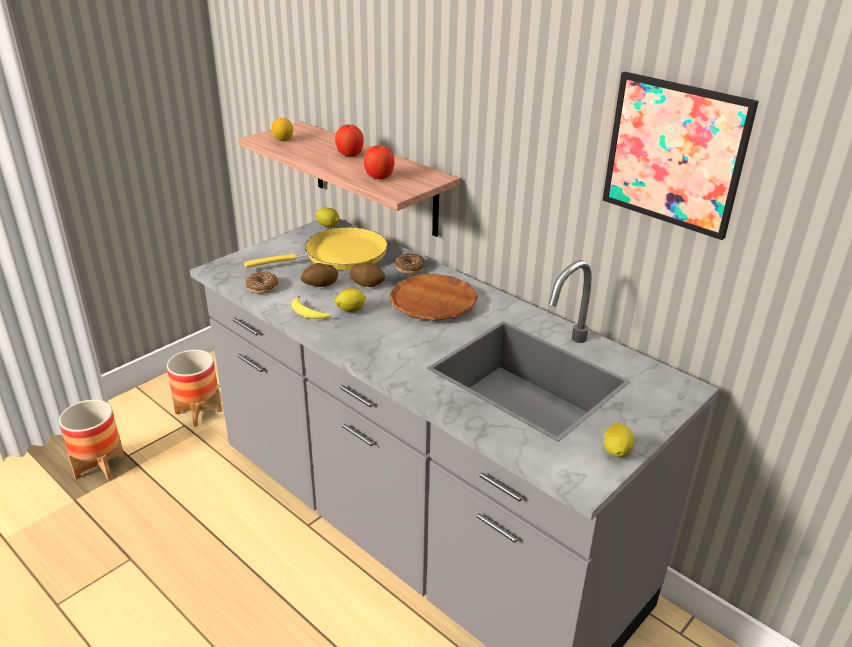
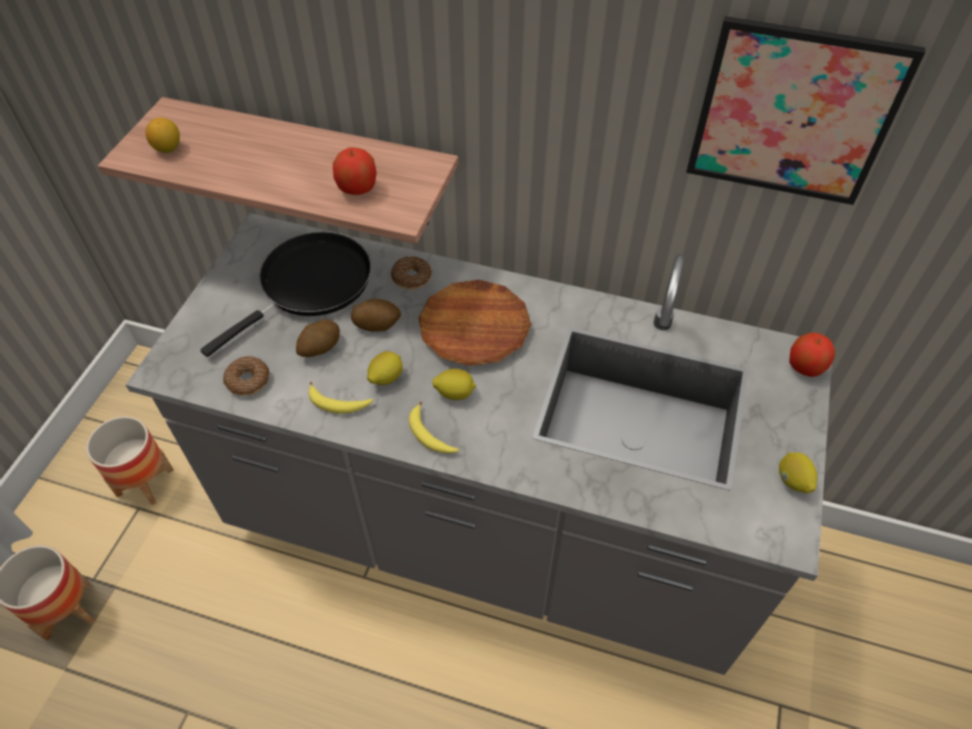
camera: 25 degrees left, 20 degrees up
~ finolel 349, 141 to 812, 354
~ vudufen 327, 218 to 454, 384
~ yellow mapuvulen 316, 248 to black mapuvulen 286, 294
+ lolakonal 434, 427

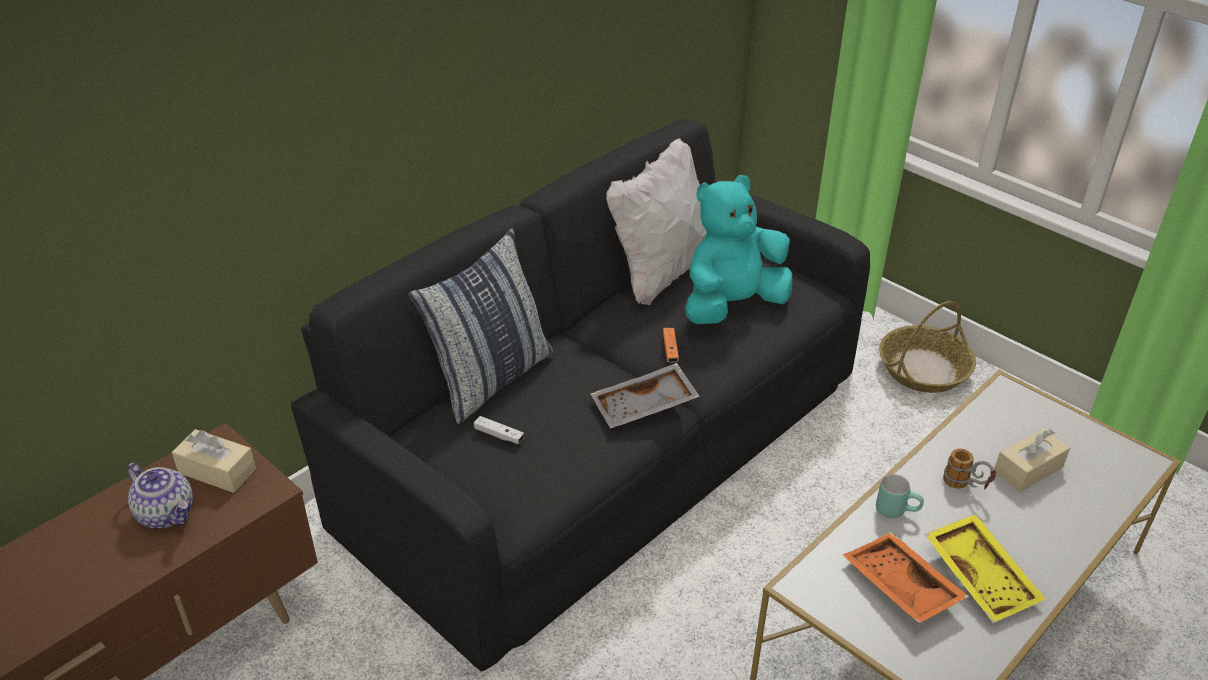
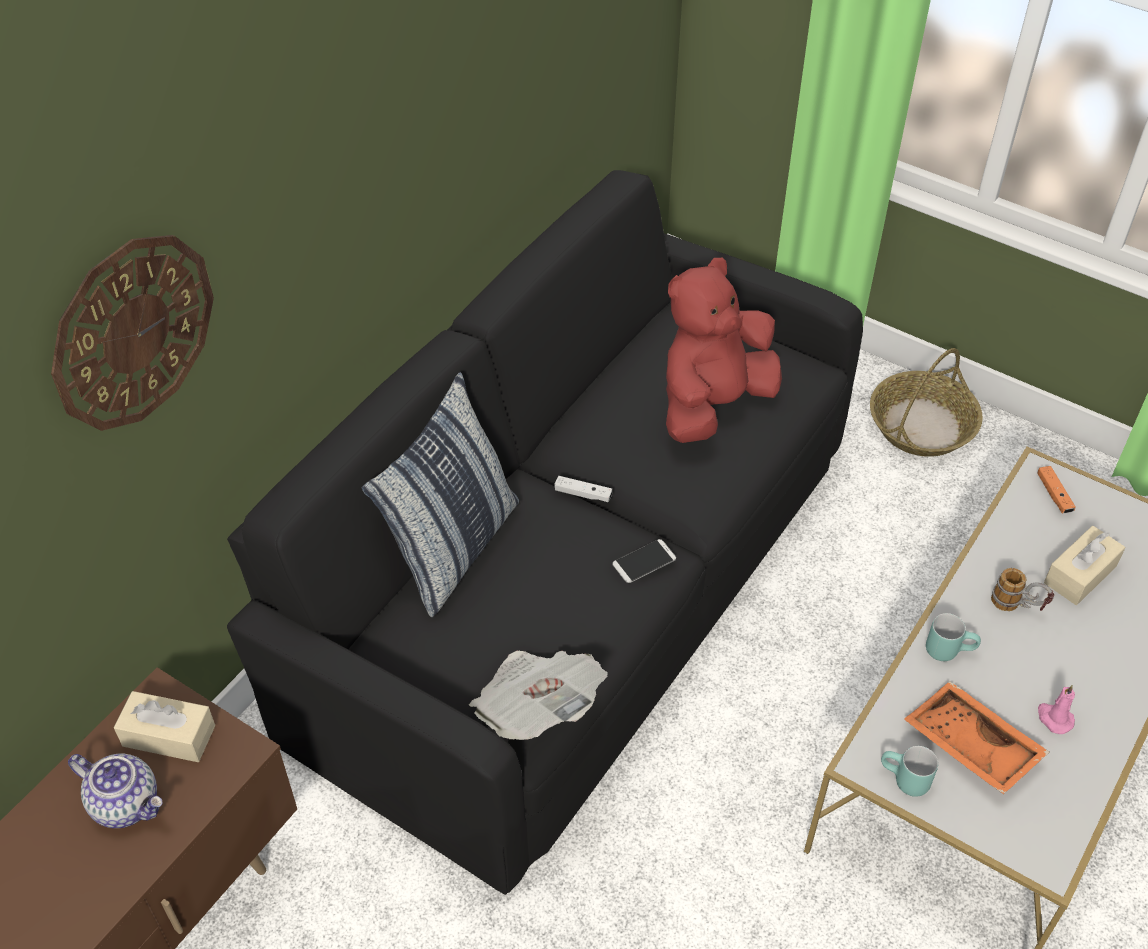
camera: 10 degrees left, 10 degrees up
- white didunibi 656, 221
~ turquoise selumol 738, 249 to red selumol 724, 350
~ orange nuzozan 671, 345 to 1056, 490
~ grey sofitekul 645, 396 to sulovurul 644, 561
~ white nuzozan 499, 430 to 583, 489
~ yellow sofitekul 985, 568 to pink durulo 1056, 709
+ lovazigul 132, 333
+ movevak 538, 695
+ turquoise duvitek 909, 771

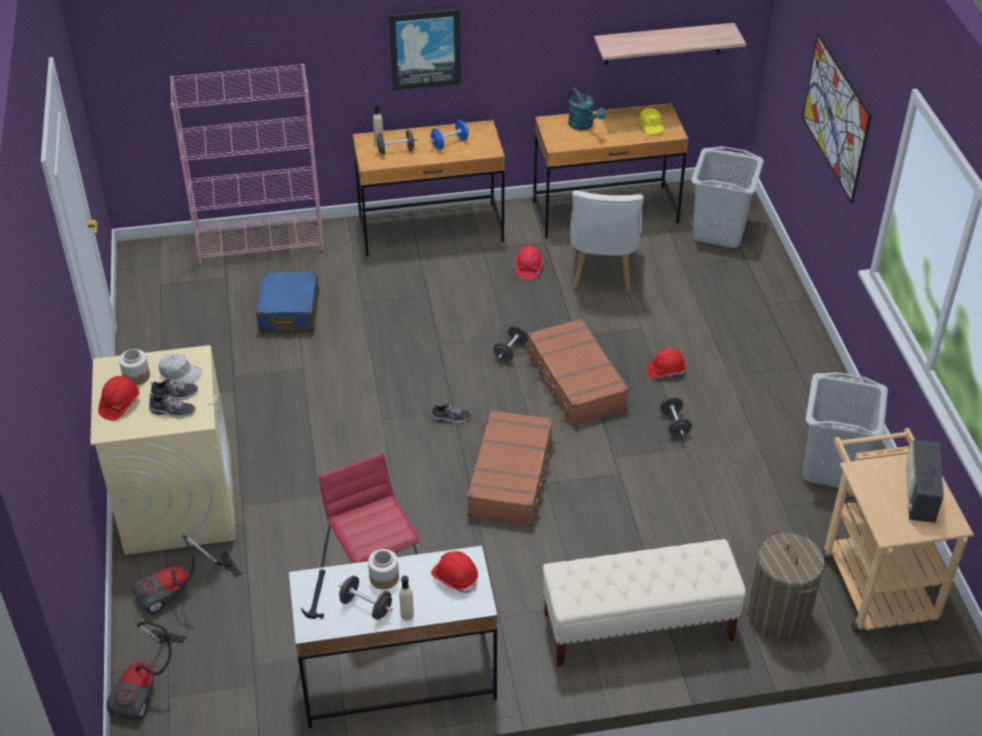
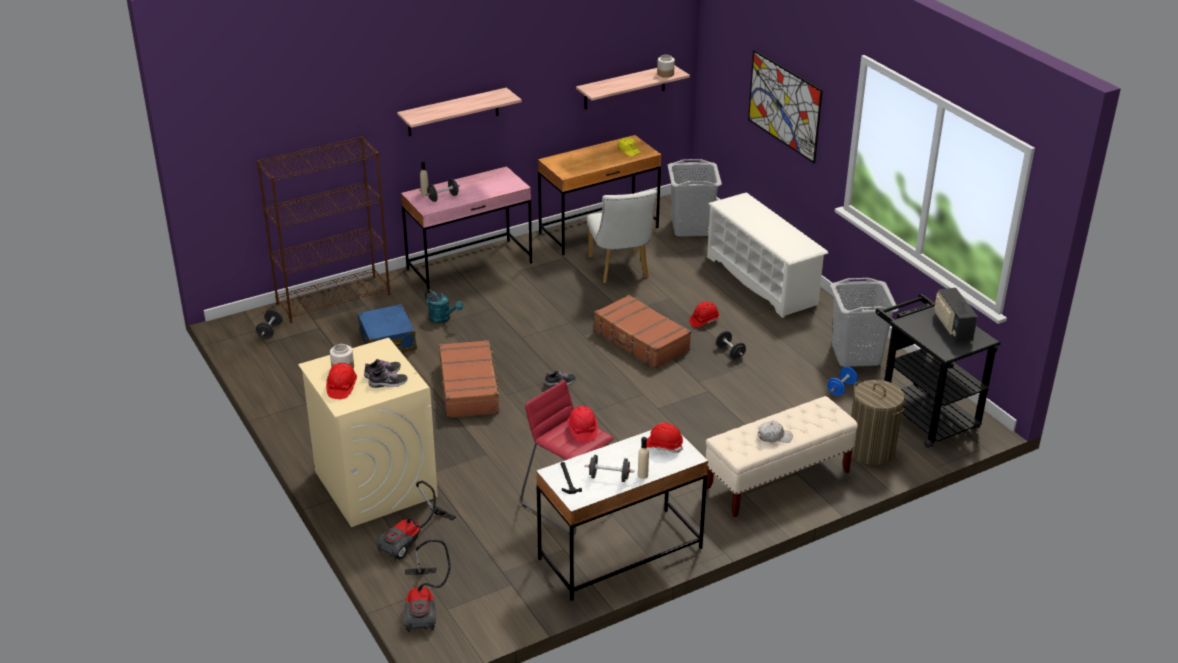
camera: 20 degrees left, 10 degrees down
~ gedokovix 425, 50 to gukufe 459, 112
~ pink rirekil 247, 164 to brown rirekil 323, 229
~ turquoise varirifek 587, 109 to 444, 306
~ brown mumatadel 429, 188 to pink mumatadel 466, 229
~ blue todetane 450, 134 to 842, 381
~ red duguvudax 529, 262 to 583, 424
~ black todetane 510, 343 to 269, 324
~ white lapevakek 180, 368 to 775, 432
~ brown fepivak 511, 468 to 470, 379
~ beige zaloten 897, 530 to black zaloten 938, 371
~ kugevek 383, 569 to 666, 66
+ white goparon 767, 255

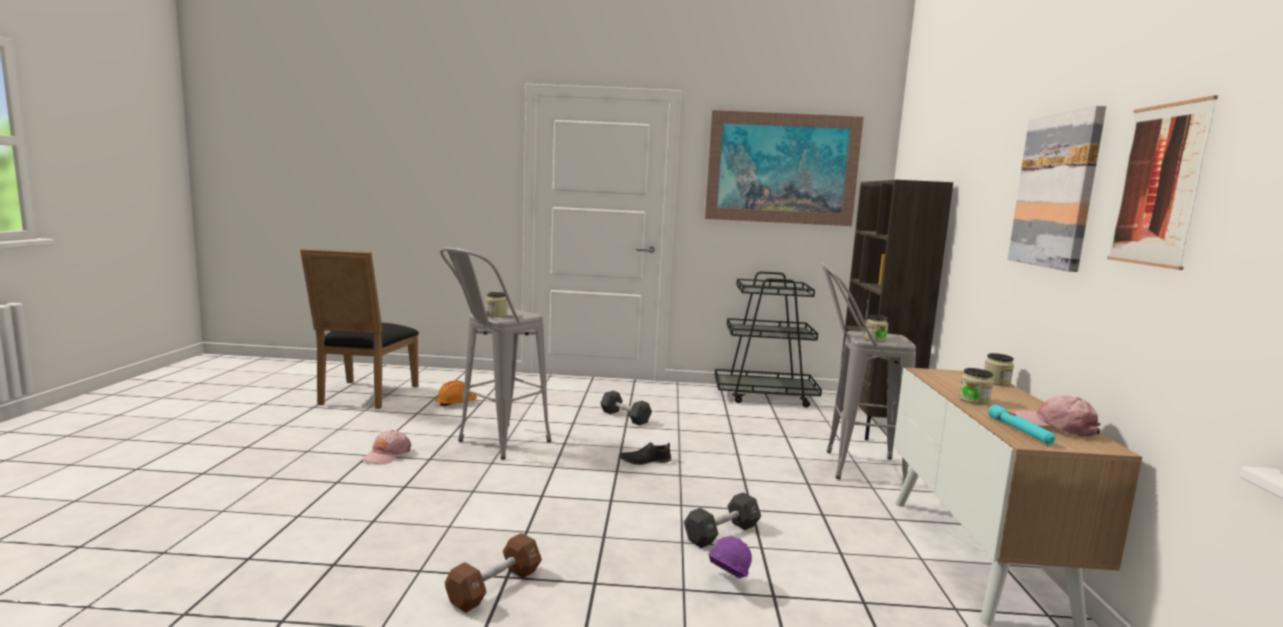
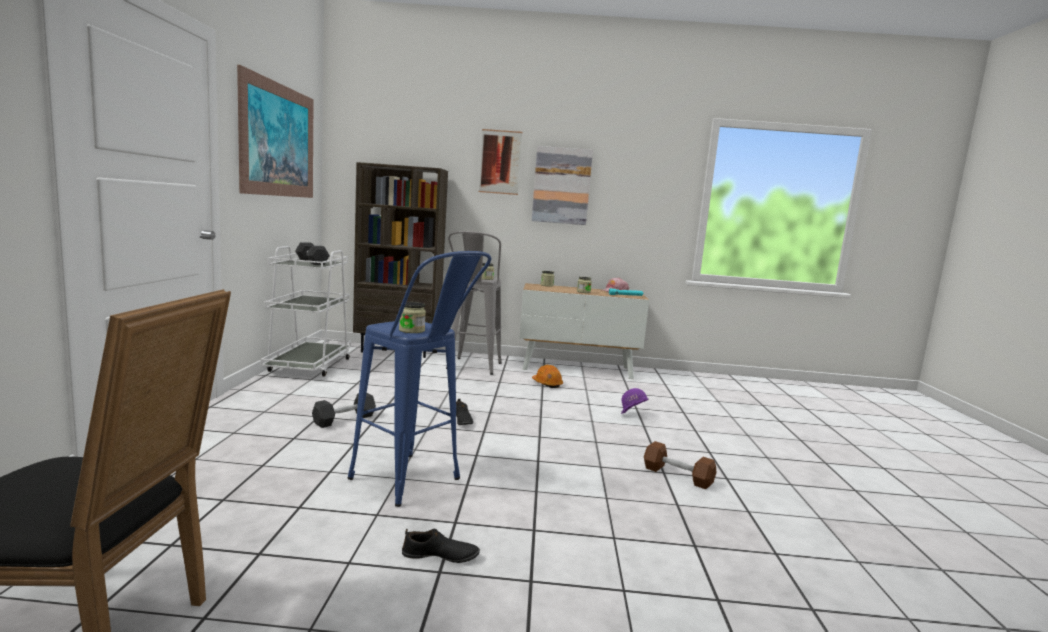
camera: 90 degrees left, 0 degrees up
~ gedokovix 1162, 182 to 500, 162
~ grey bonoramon 495, 353 to blue bonoramon 419, 379
~ black zaloten 768, 339 to white zaloten 306, 311
~ orange duguvudax 456, 393 to 547, 376
~ pink lapevakek 386, 447 to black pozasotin 441, 545
~ black todetane 722, 520 to 312, 253

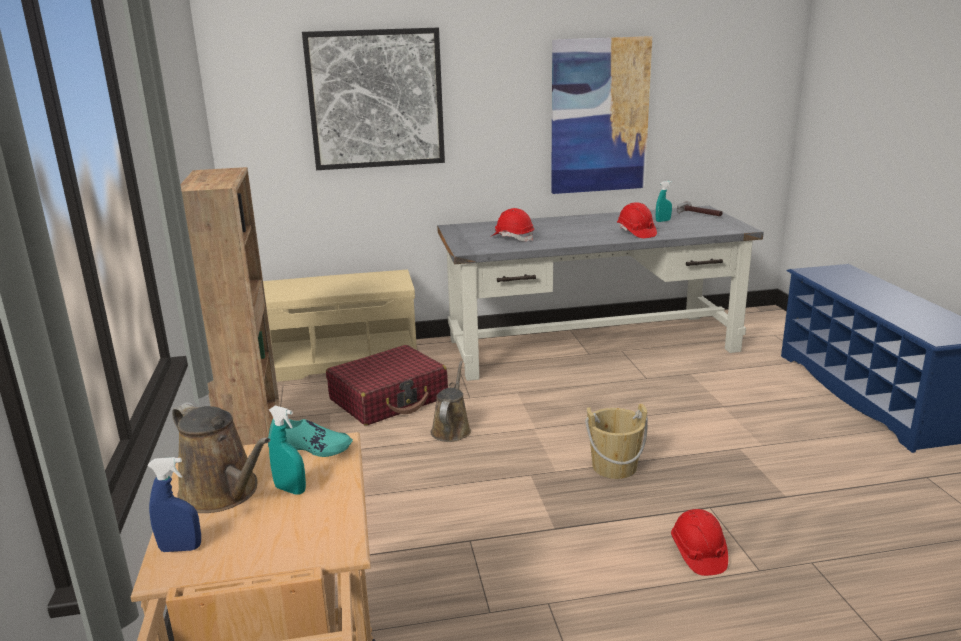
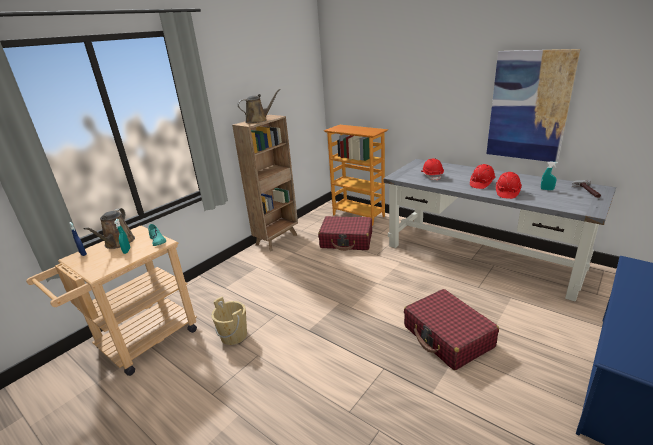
camera: 50 degrees right, 5 degrees up
- gedokovix 373, 99
~ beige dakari 340, 326 to rirekil 356, 175
~ brown varirifek 451, 401 to 259, 106
~ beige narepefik 616, 441 to 229, 320
~ red duguvudax 699, 542 to 482, 176
+ red fepivak 451, 330

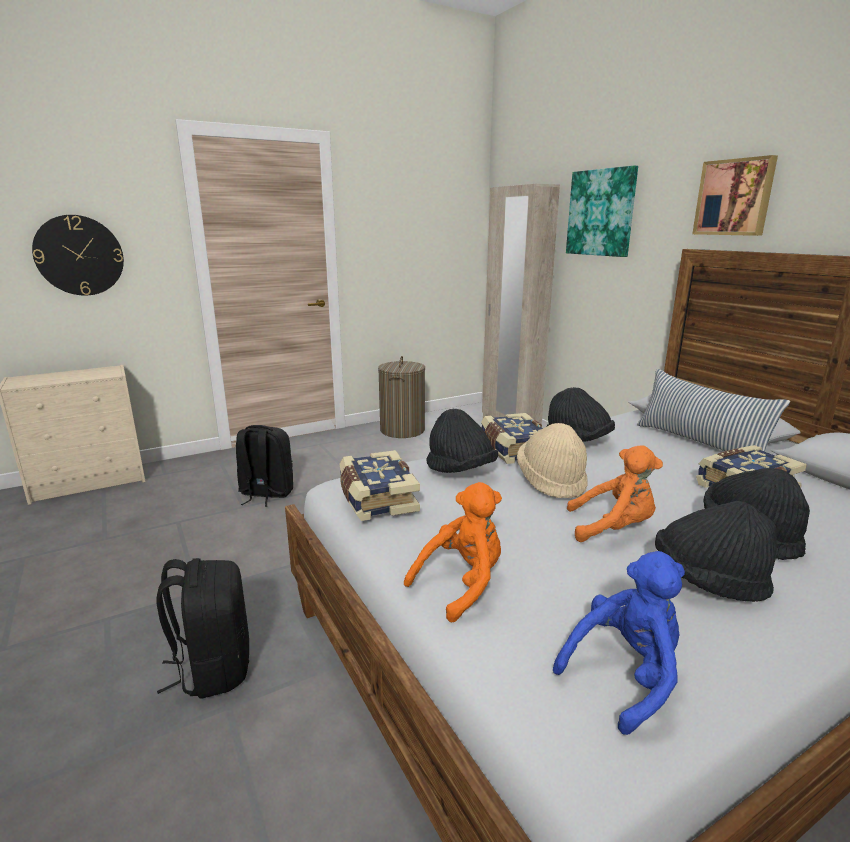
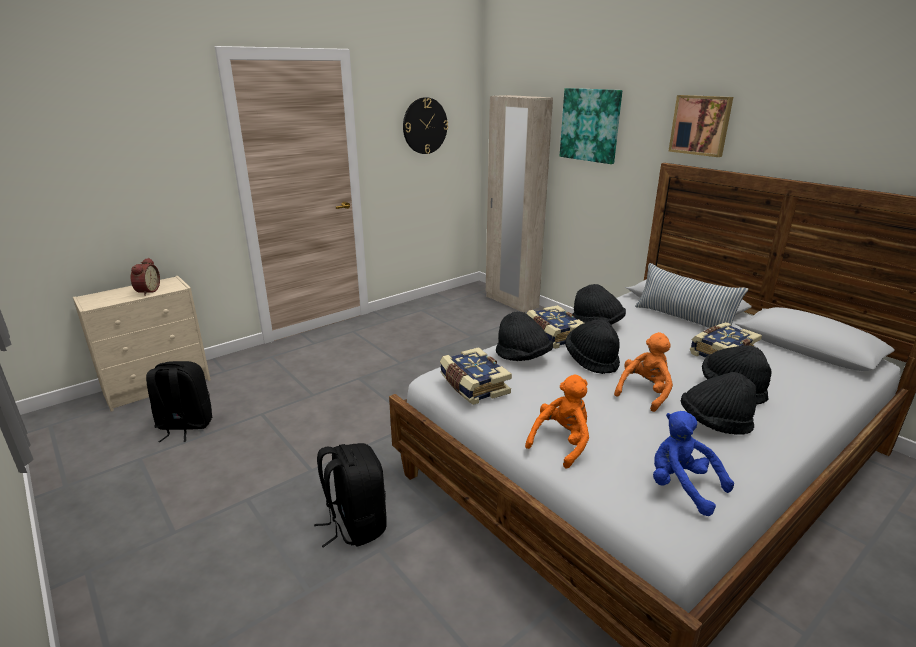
camera: 10 degrees left, 5 degrees up
~ lovazigul 78, 255 to 425, 125
- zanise 401, 397
~ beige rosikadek 552, 460 to black rosikadek 592, 346
~ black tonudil 264, 466 to 179, 401
~ orange selumol 615, 493 = 643, 372 45 degrees counterclockwise
~ blue selumol 619, 643 = 693, 463 90 degrees counterclockwise
+ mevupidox 145, 277

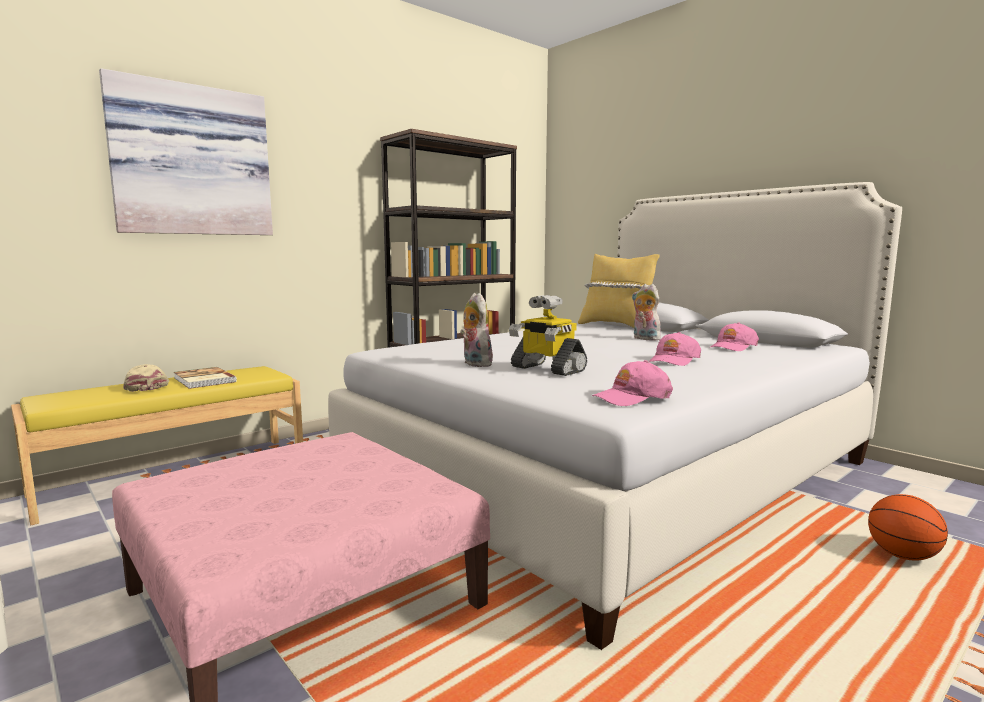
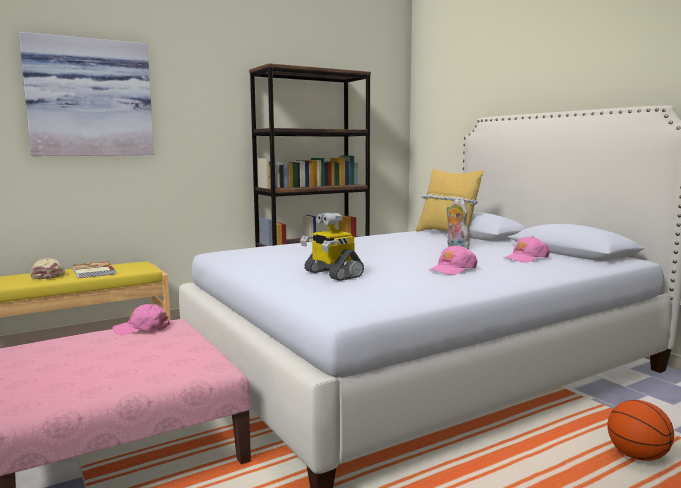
camera: 10 degrees right, 0 degrees up
- selumol 477, 330
~ pink lapevakek 632, 383 to 141, 319

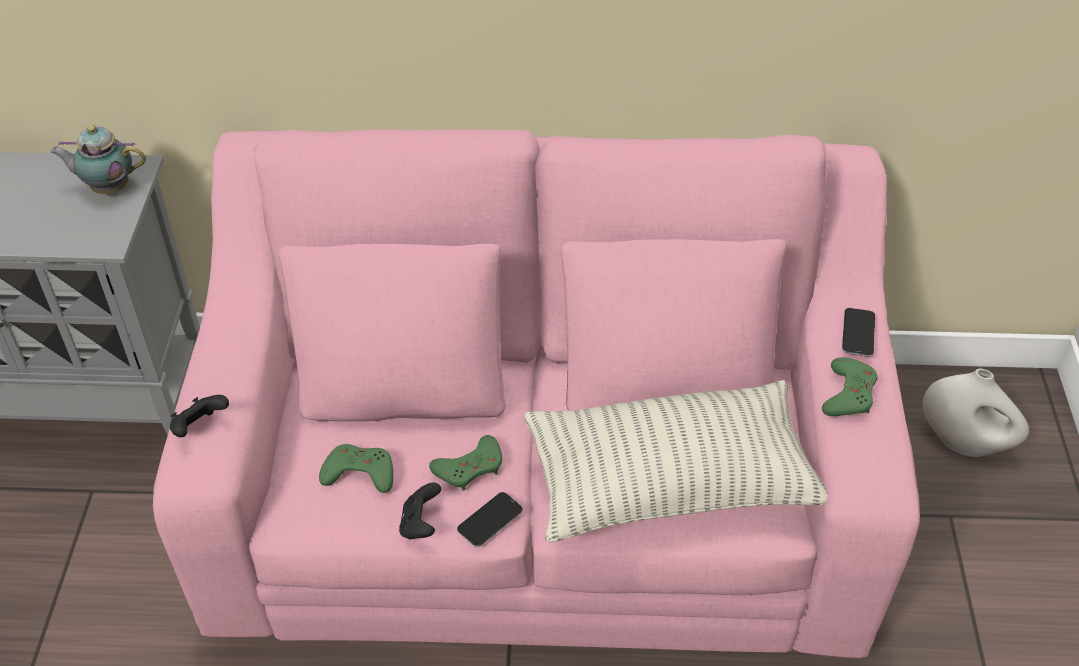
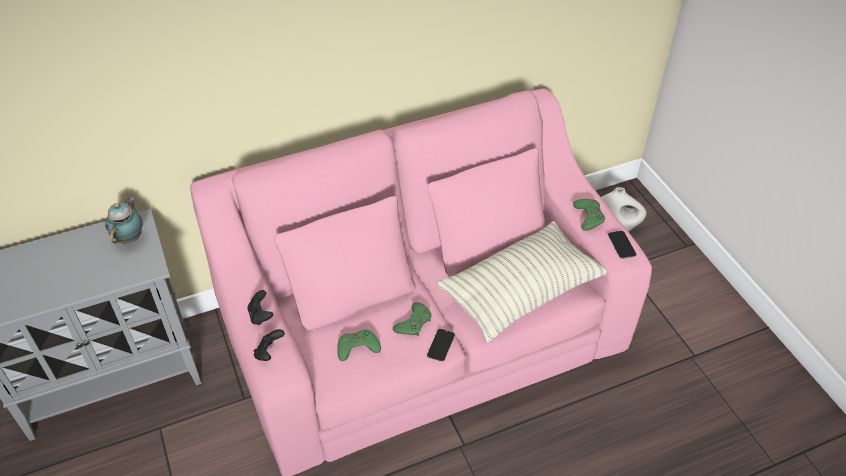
camera: 25 degrees left, 0 degrees up
~ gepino 98, 159 = 124, 220 120 degrees clockwise
~ sulovurul 858, 332 to 622, 245
~ black nuzozan 420, 511 to 260, 307

